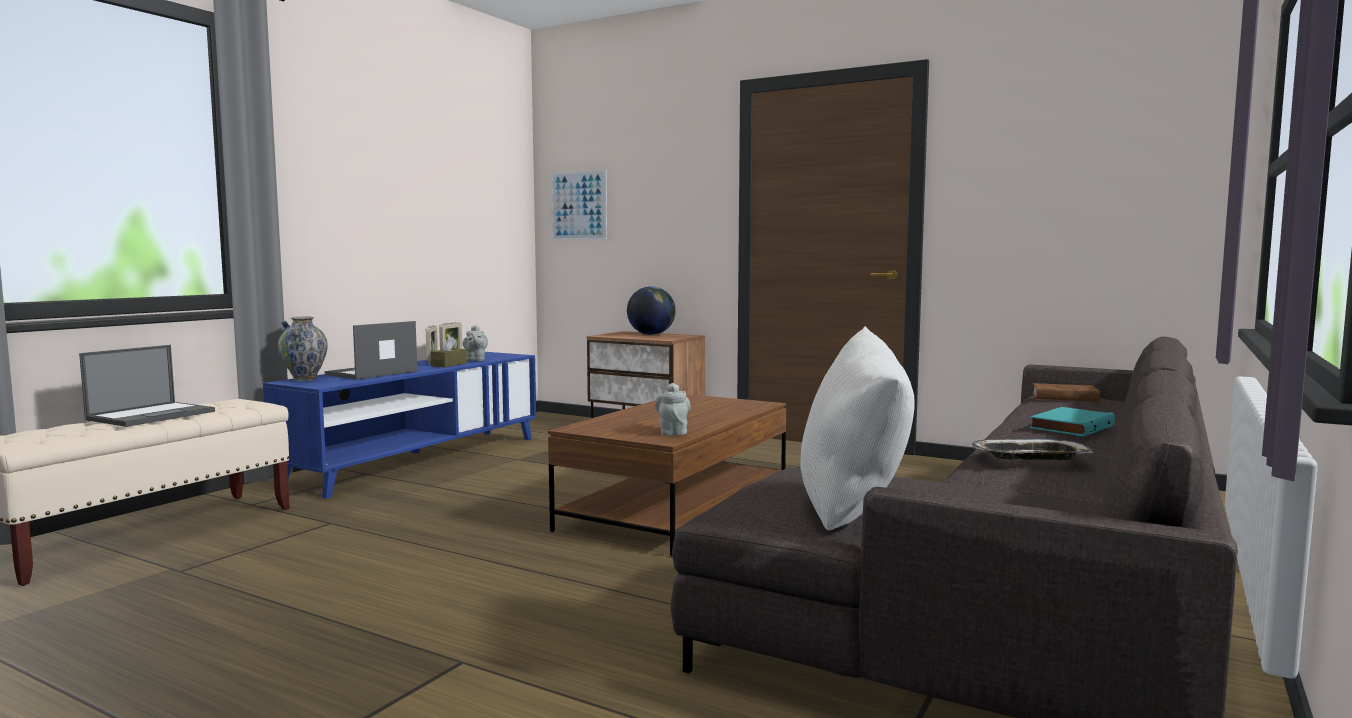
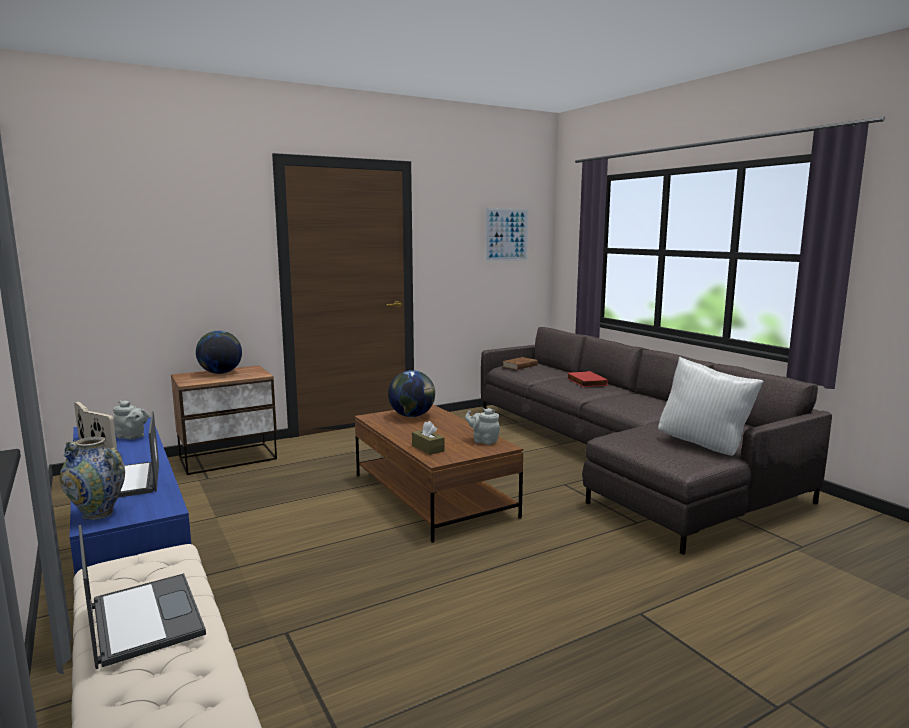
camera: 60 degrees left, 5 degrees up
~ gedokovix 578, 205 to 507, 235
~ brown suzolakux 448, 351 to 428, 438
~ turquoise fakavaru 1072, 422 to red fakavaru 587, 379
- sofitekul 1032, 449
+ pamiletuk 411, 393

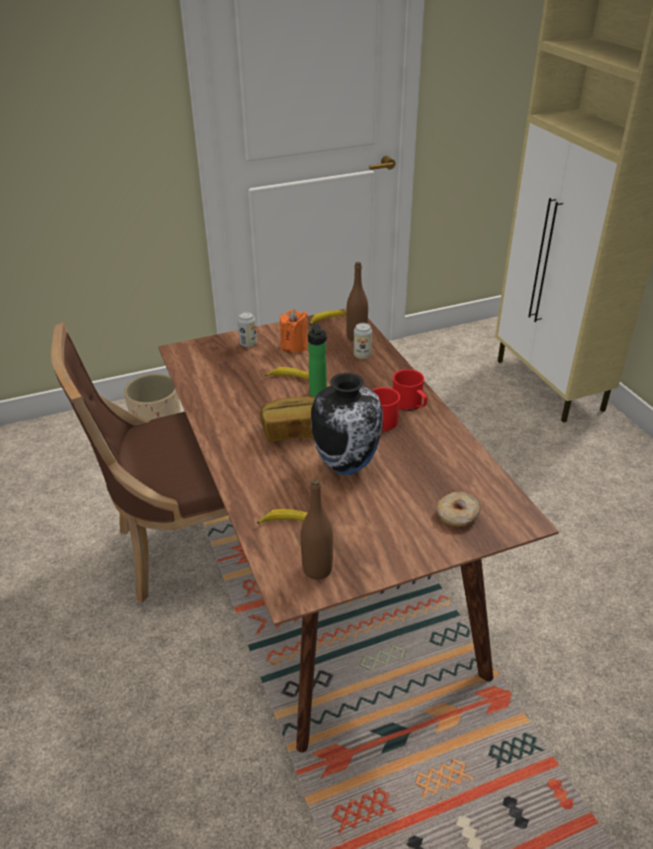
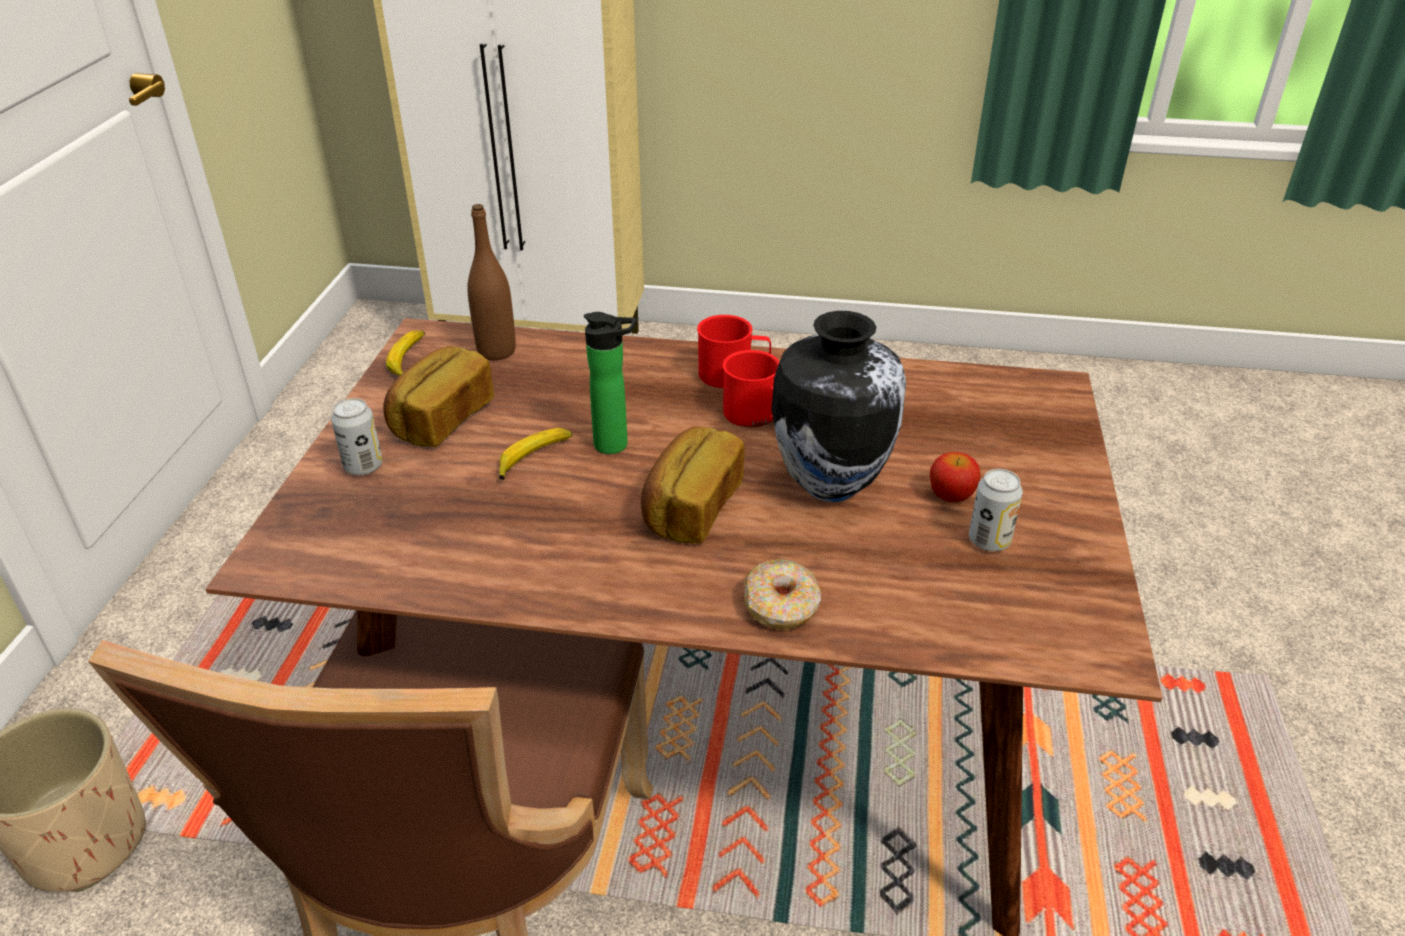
camera: 60 degrees left, 0 degrees up
~ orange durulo 294, 331 to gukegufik 438, 396
~ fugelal 362, 341 to 996, 510
- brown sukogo 317, 529
~ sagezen 459, 509 to 782, 594
- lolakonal 282, 517
+ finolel 955, 477

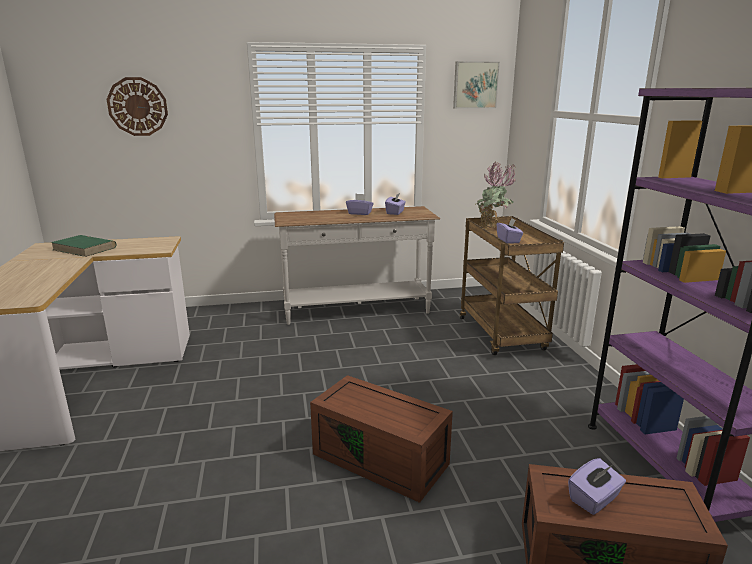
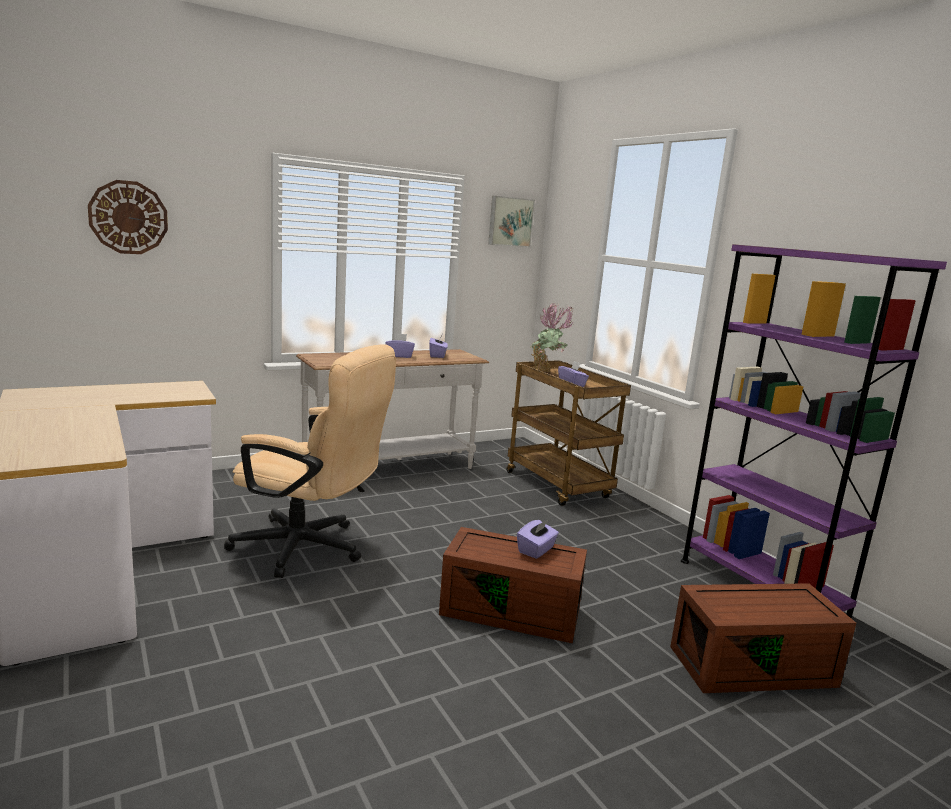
camera: 20 degrees left, 5 degrees down
- green fakavaru 84, 246
~ purple suzolakux 597, 486 to 538, 539
+ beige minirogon 310, 461

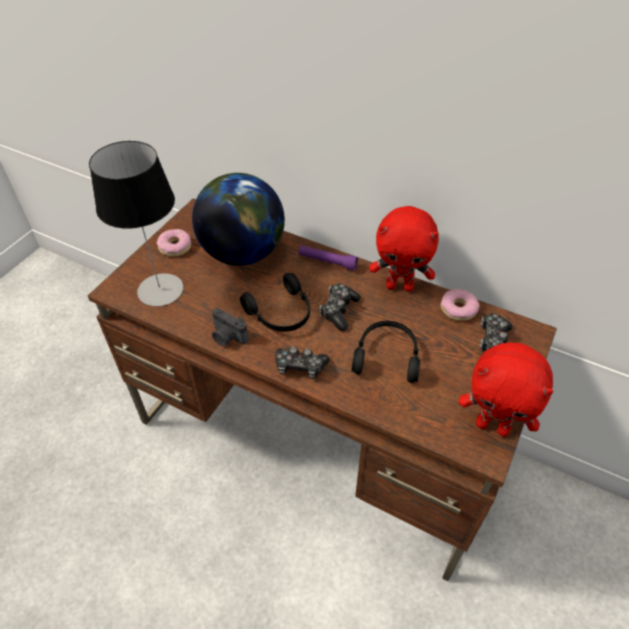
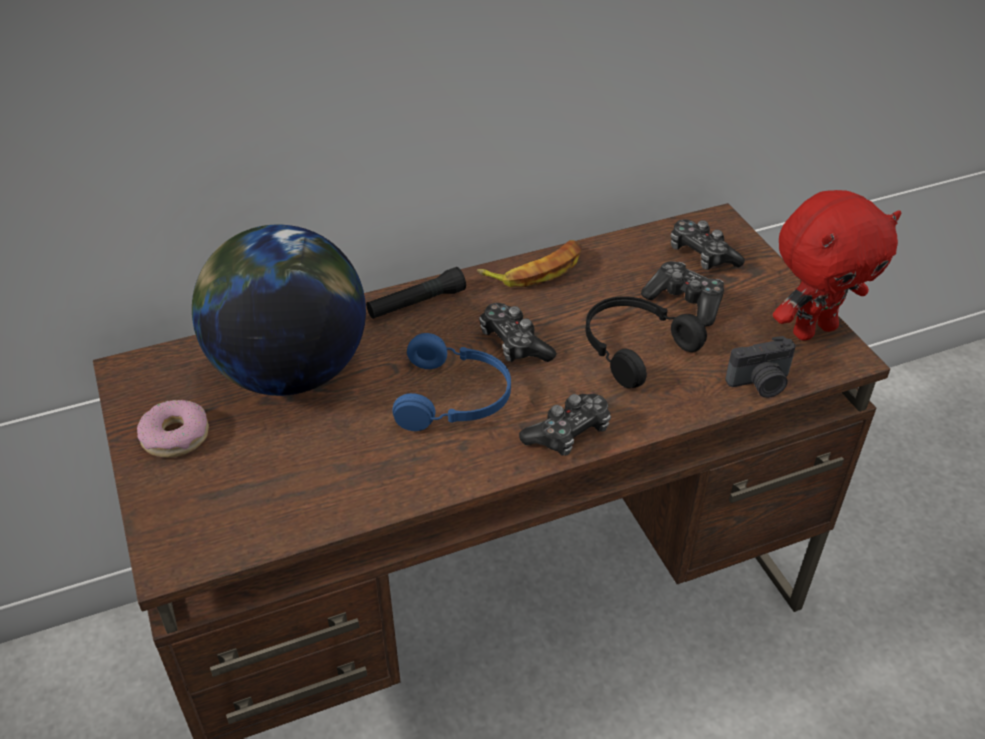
camera: 50 degrees left, 5 degrees down
- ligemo 136, 223
~ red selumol 404, 249 to lolakonal 529, 263
~ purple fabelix 328, 258 to black fabelix 416, 293
~ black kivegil 275, 302 to blue kivegil 451, 382
- sagezen 460, 305
~ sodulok 230, 327 to 760, 367
+ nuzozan 682, 293

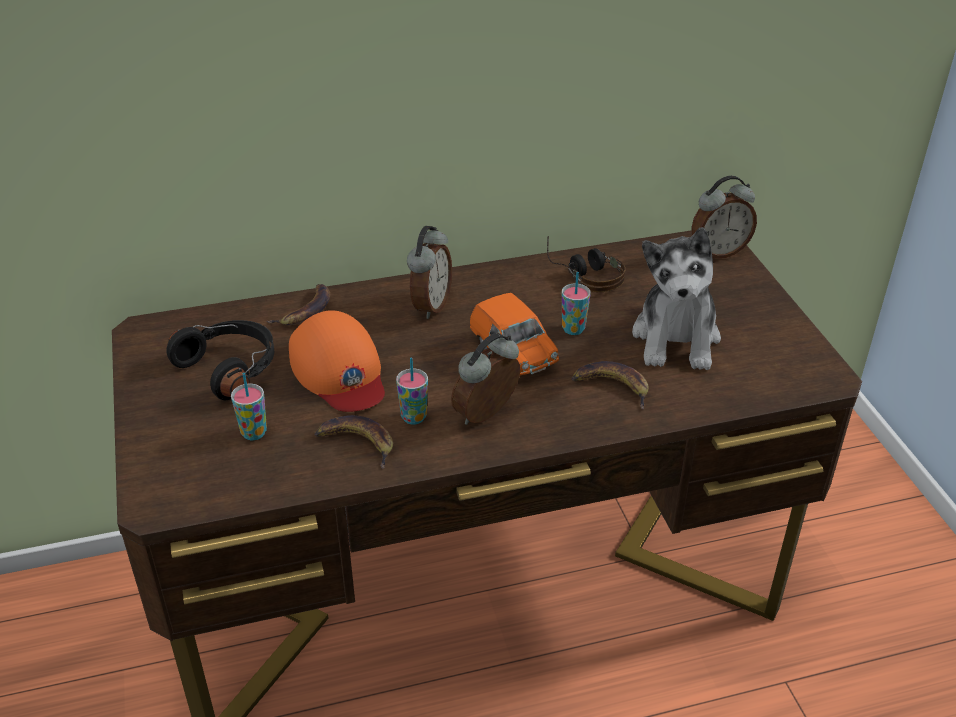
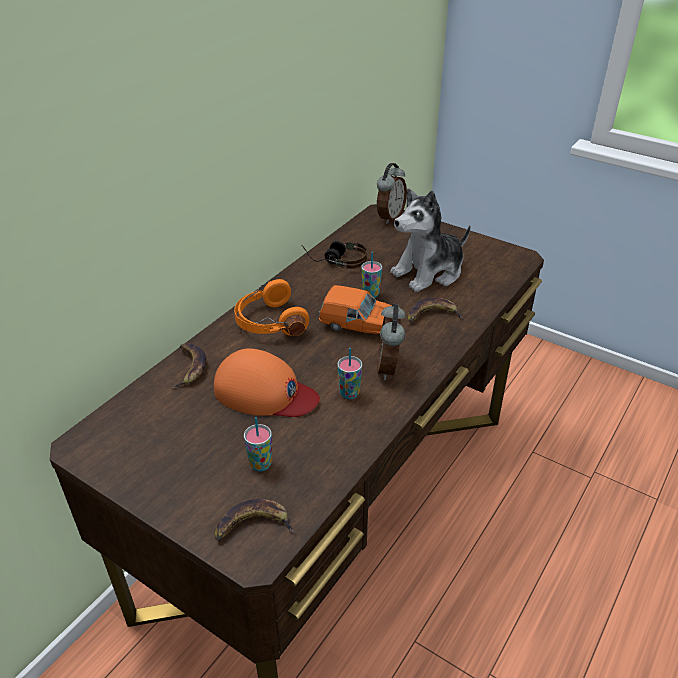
camera: 40 degrees left, 0 degrees up
~ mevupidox 429, 272 to orange kivegil 271, 307
~ selumol 676, 298 = 430, 240 90 degrees clockwise
- black kivegil 220, 360
~ lolakonal 353, 442 to 255, 520

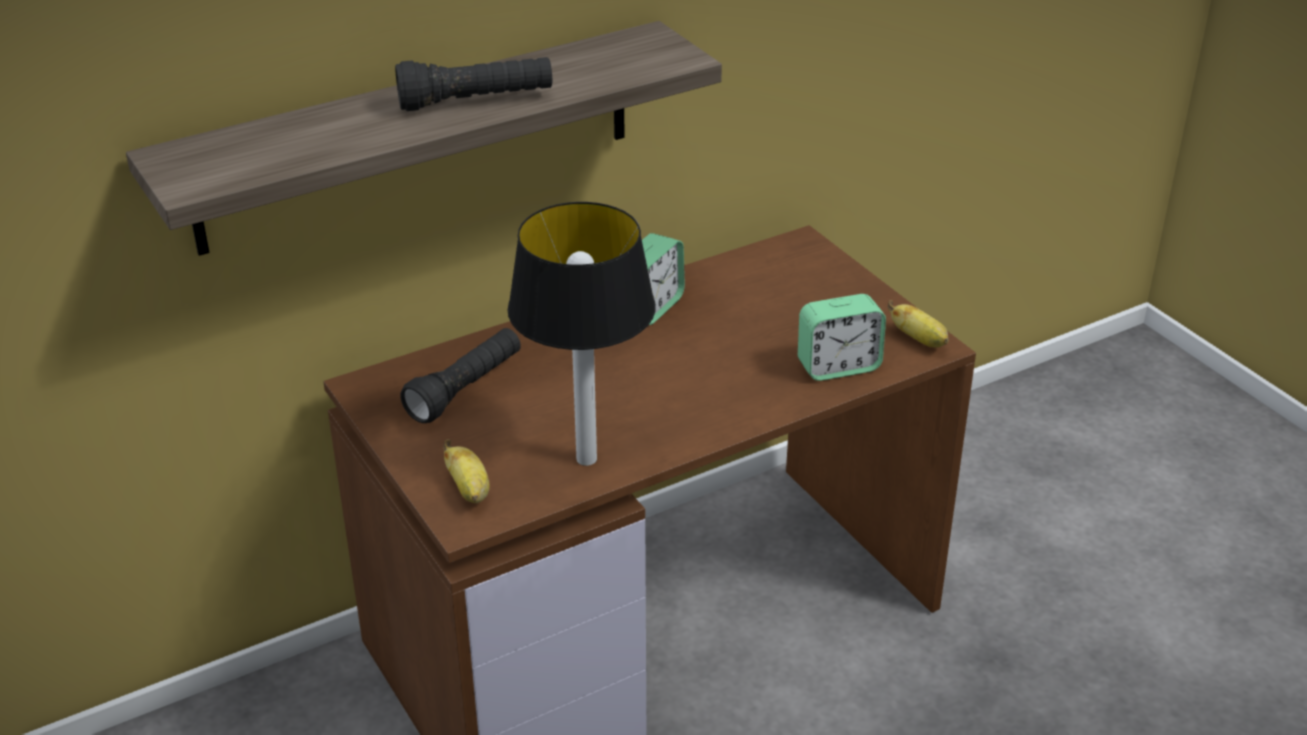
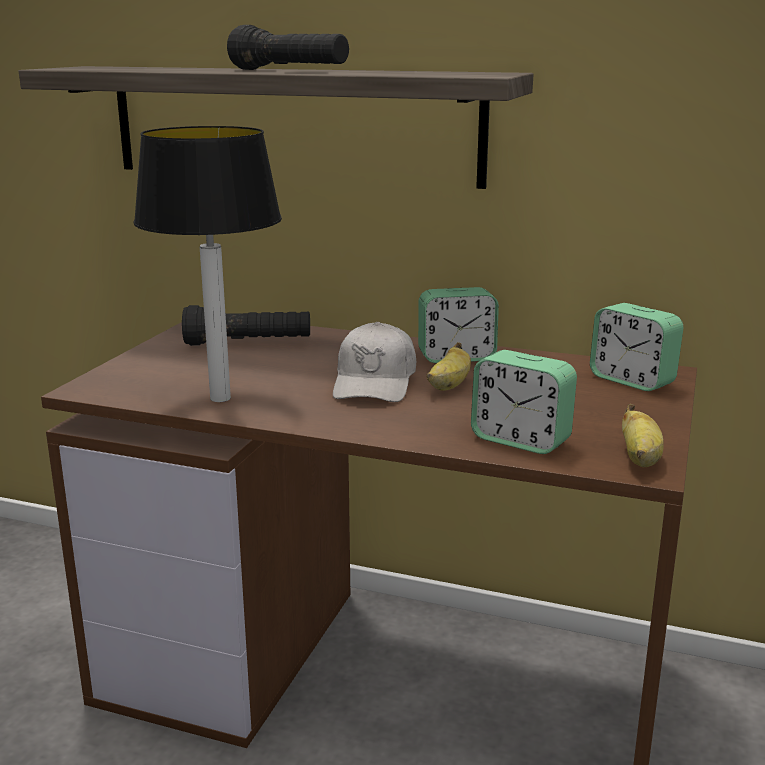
camera: 50 degrees right, 15 degrees down
~ lolakonal 466, 471 to 449, 366
+ mevupidox 637, 347
+ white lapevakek 374, 362

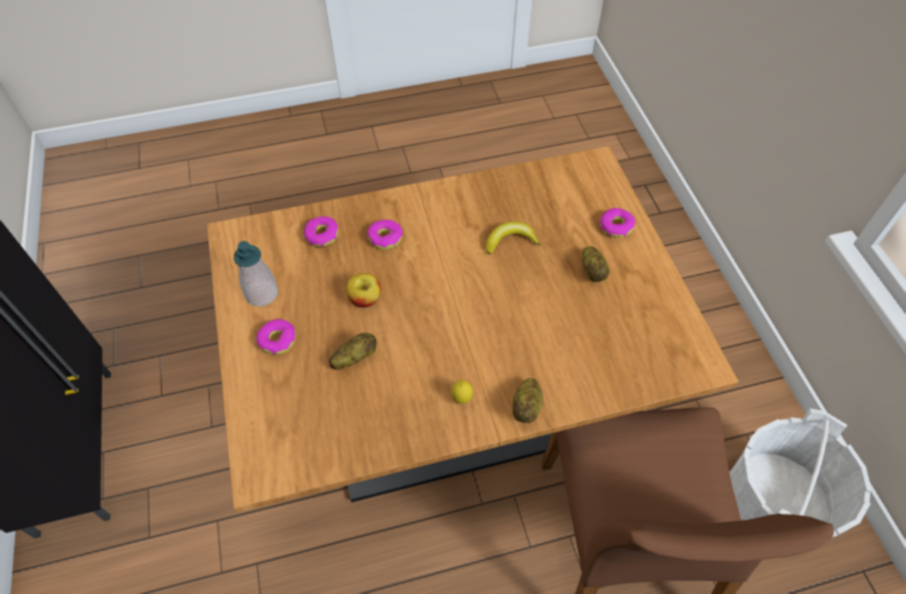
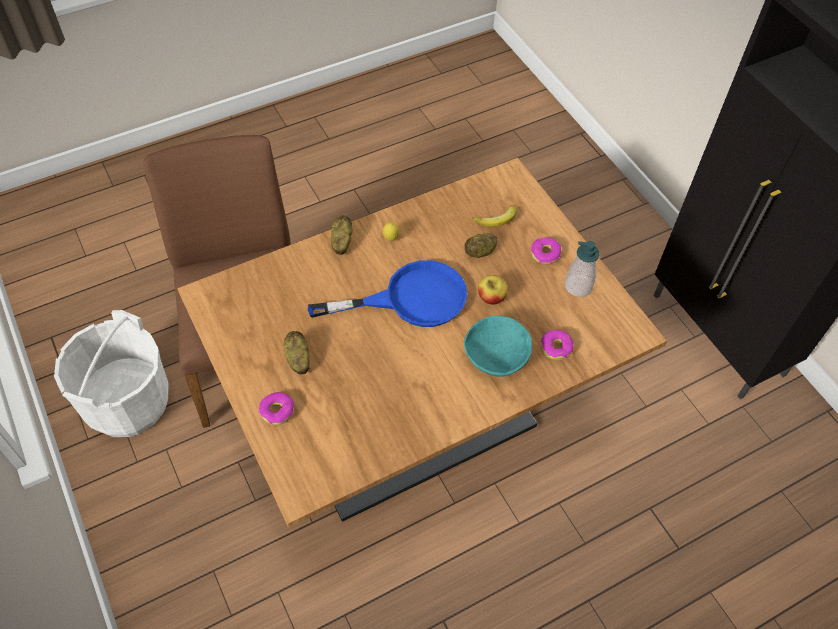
camera: 165 degrees right, 0 degrees up
~ sagezen 385, 235 to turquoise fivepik 498, 346
~ lolakonal 513, 237 to 494, 216
+ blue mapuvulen 387, 293

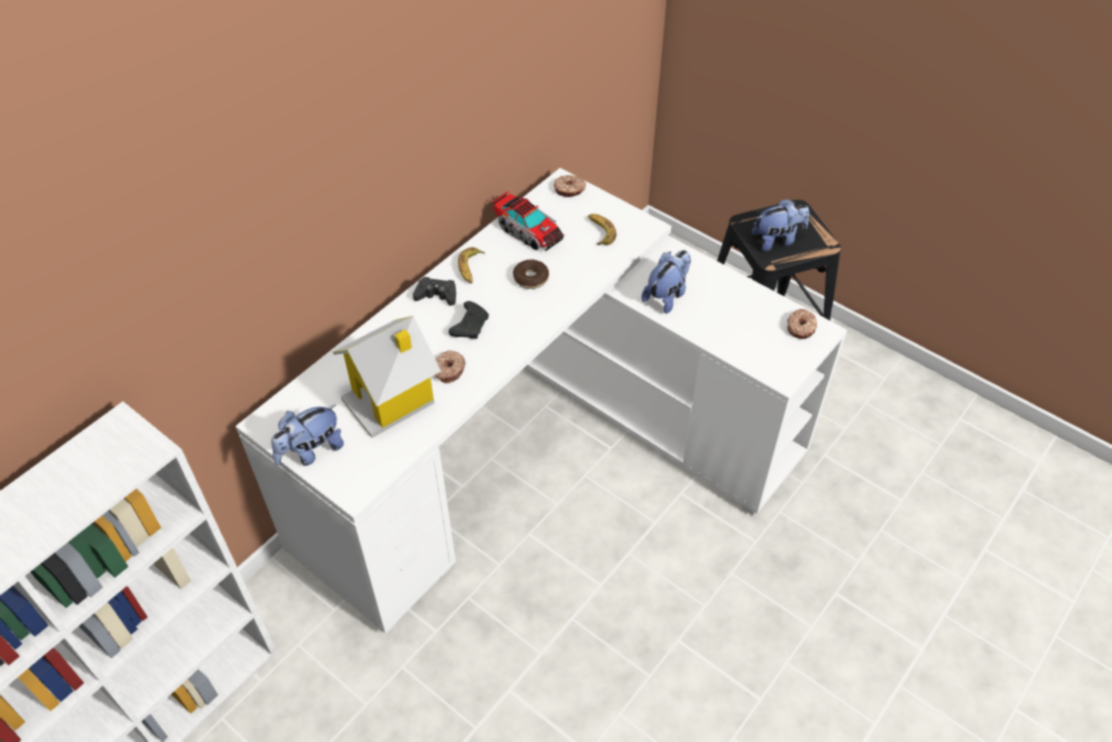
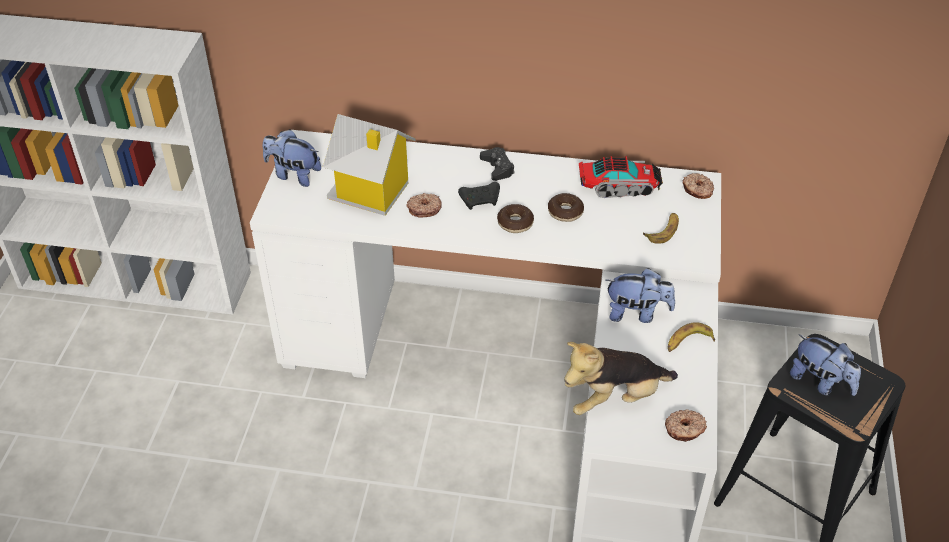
camera: 60 degrees right, 5 degrees down
~ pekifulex 528, 221 = 621, 177 105 degrees counterclockwise
~ lolakonal 471, 265 to 691, 337
+ sagezen 515, 218
+ selumol 621, 378

